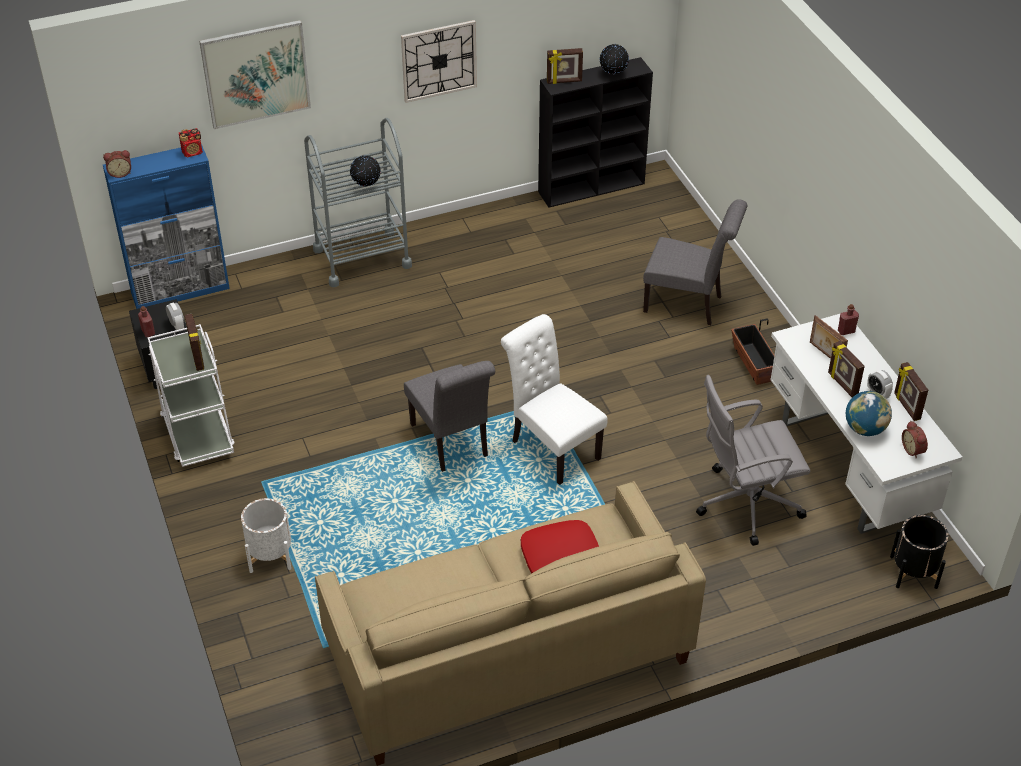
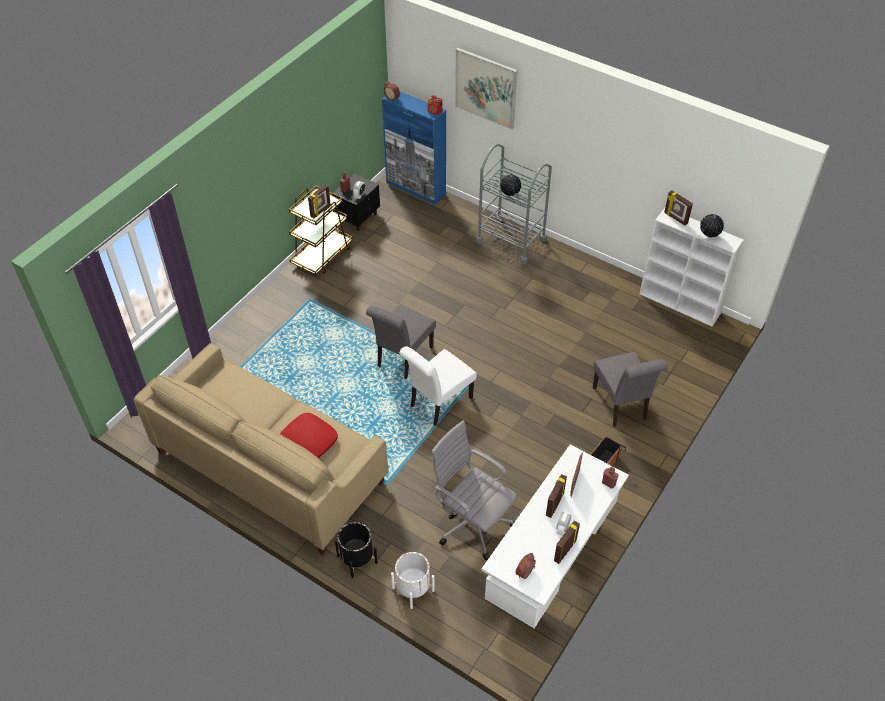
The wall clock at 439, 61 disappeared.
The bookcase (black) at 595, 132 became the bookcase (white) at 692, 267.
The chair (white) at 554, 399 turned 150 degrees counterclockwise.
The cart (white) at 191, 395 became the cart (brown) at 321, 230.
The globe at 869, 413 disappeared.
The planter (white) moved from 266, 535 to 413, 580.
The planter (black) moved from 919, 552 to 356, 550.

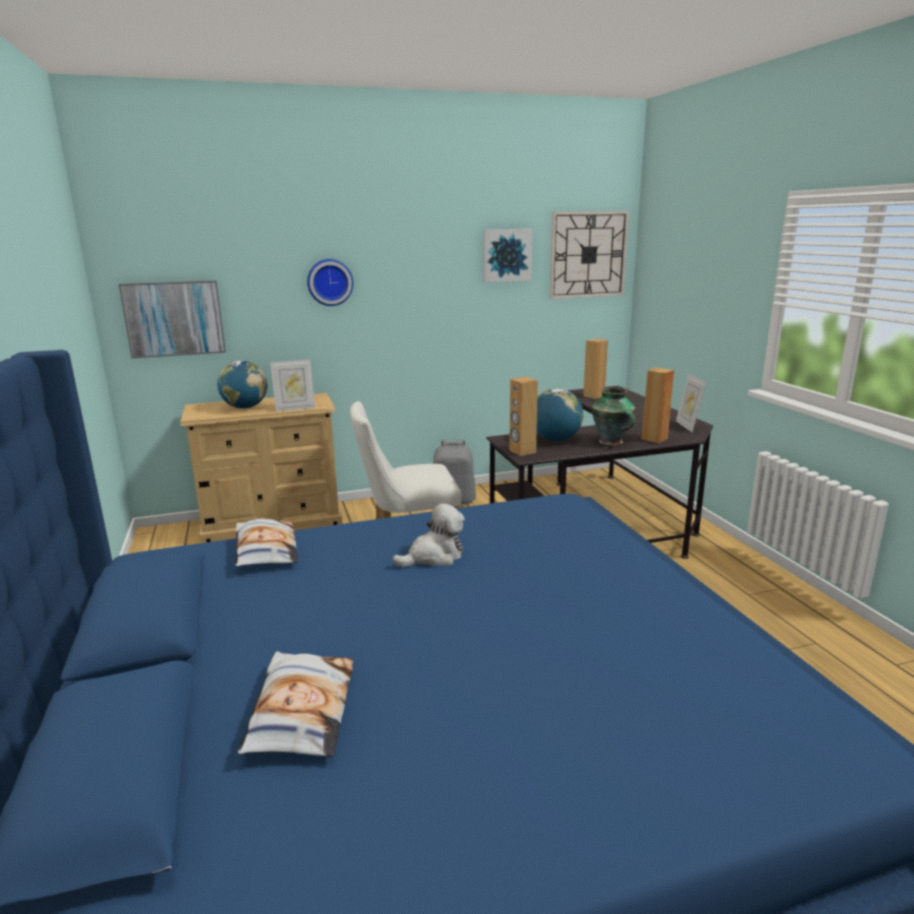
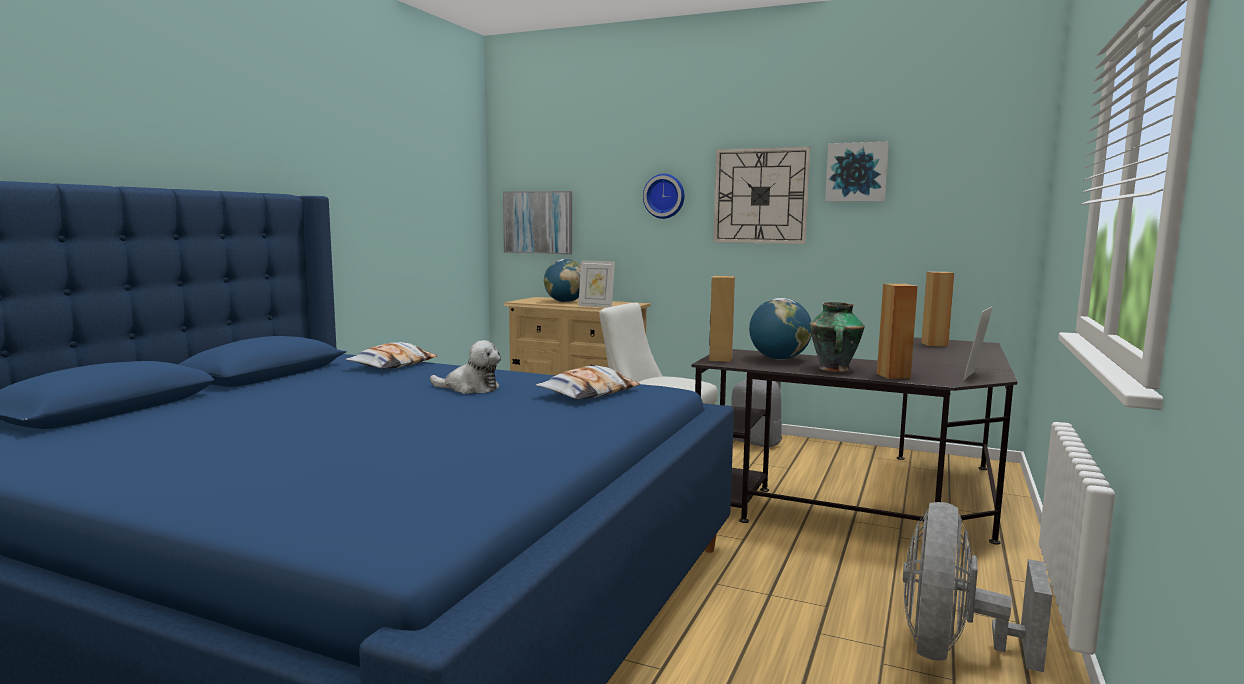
The wall clock moved from 589, 255 to 761, 195.
The pillow moved from 295, 704 to 588, 383.
The fan (grey) at 977, 587 appeared.

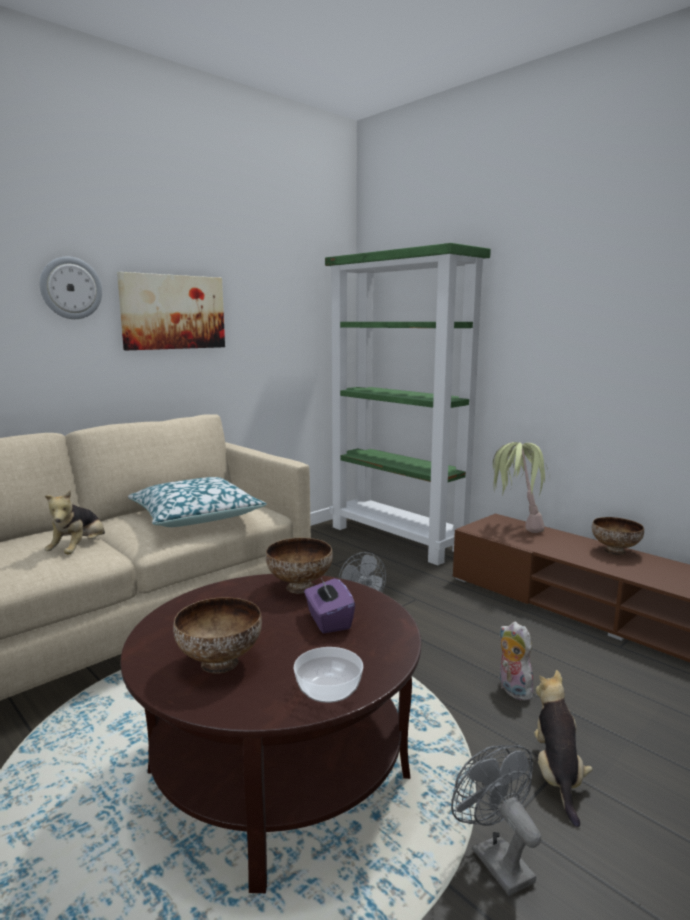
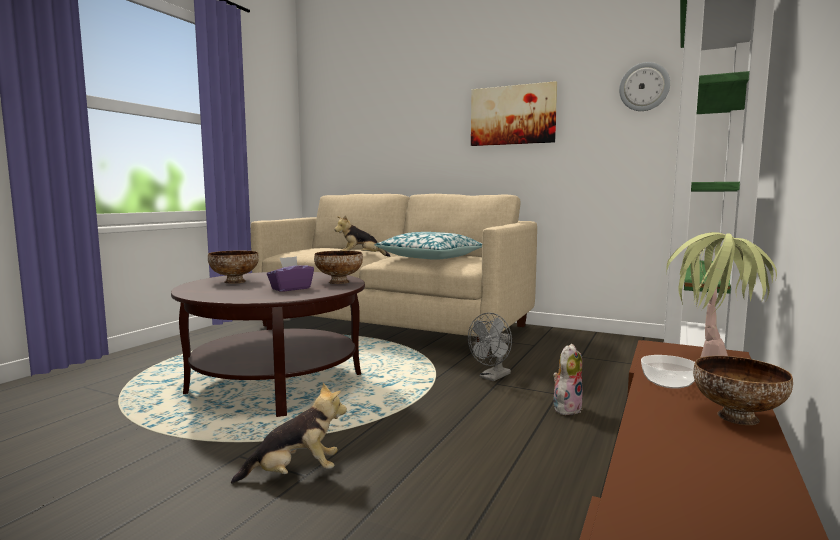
The wall clock moved from 71, 288 to 644, 86.
The plush toy moved from 516, 660 to 568, 379.
The bowl moved from 328, 675 to 668, 372.
The fan (grey) at 496, 820 disappeared.

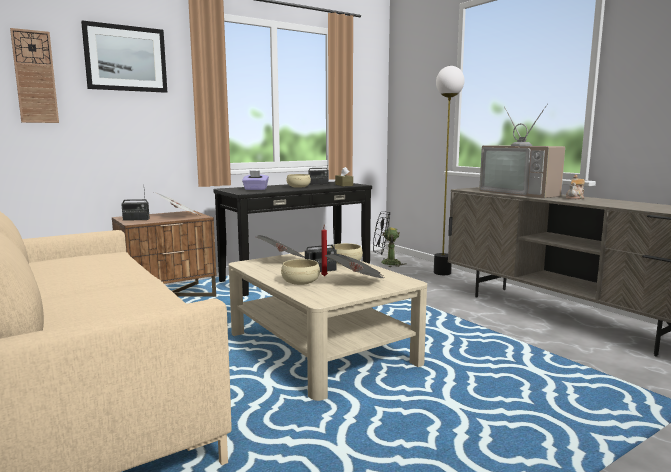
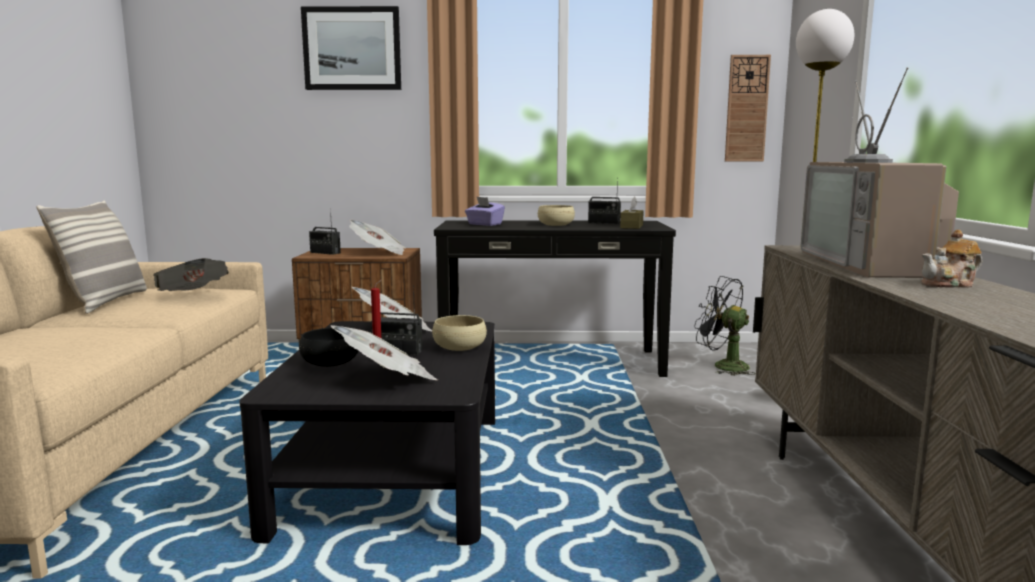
The wall clock moved from 34, 75 to 748, 108.
The coffee table (beige) at 327, 326 became the coffee table (black) at 367, 433.
The bowl (beige) at 300, 272 became the bowl (black) at 328, 347.
The pillow at 92, 257 appeared.
The newspaper at 191, 274 appeared.

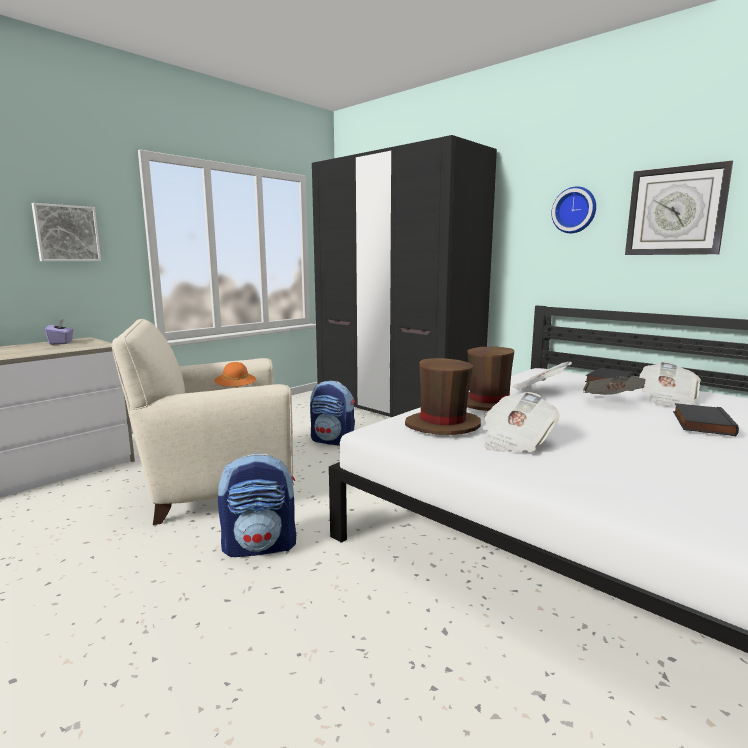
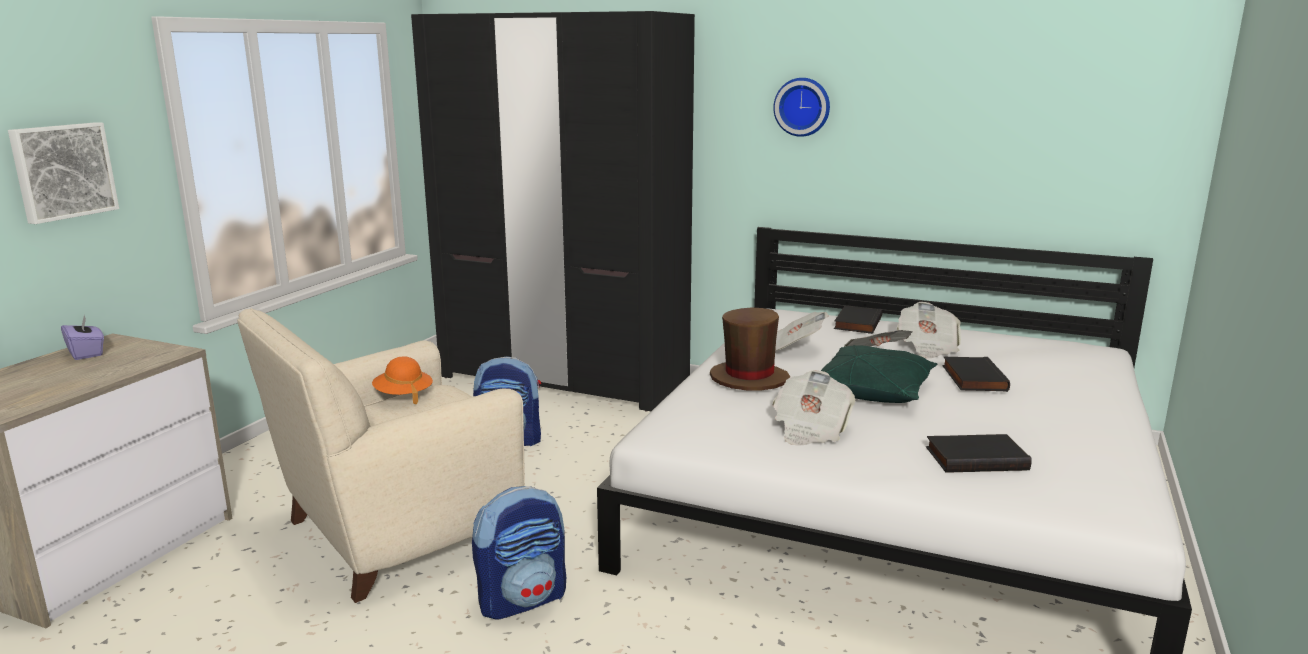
The wall clock at 679, 208 disappeared.
The hat (brown) at 443, 396 disappeared.
The pillow (green) at 879, 374 appeared.
The book (black) at 978, 453 appeared.

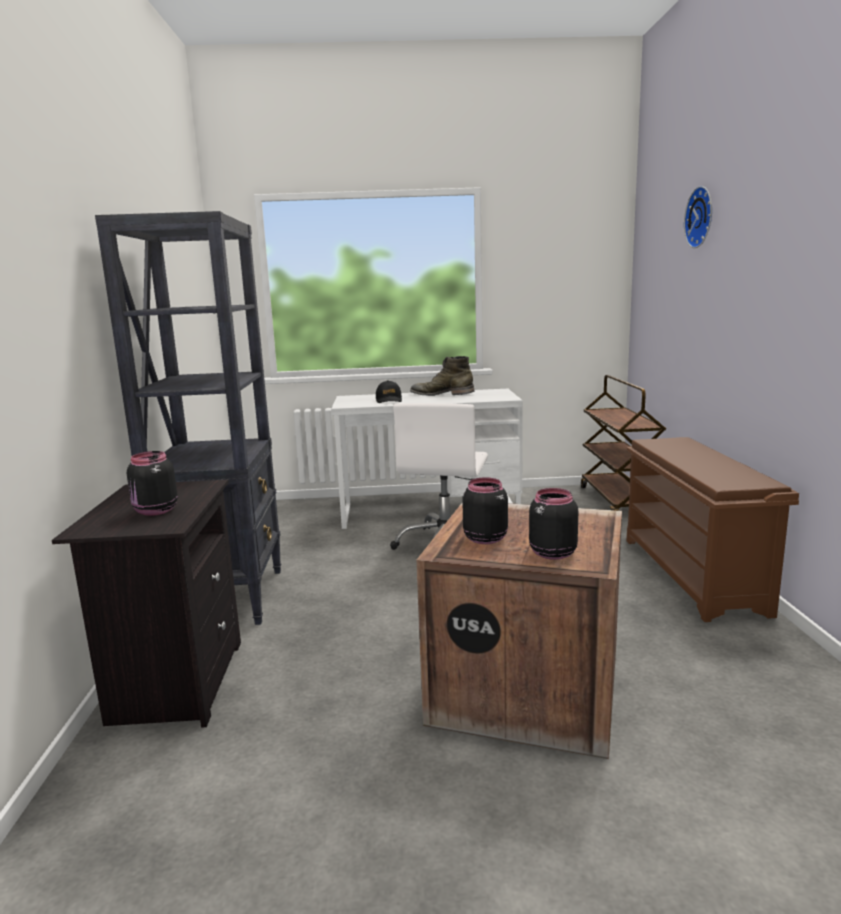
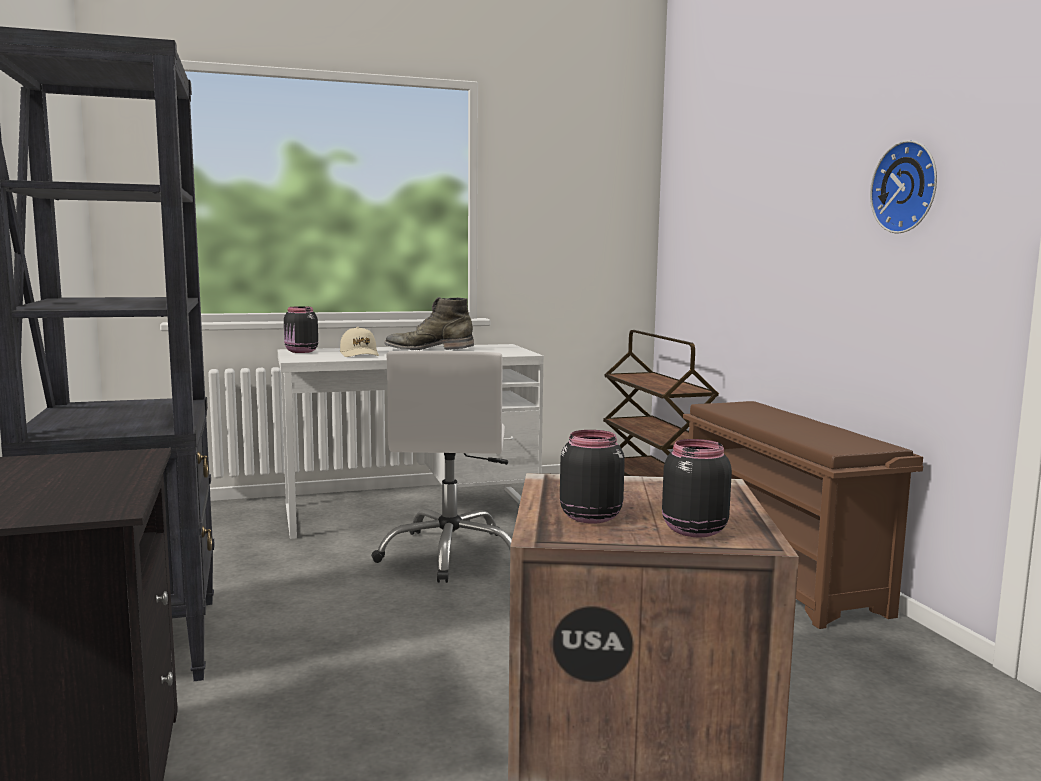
The wall clock moved from 698, 217 to 903, 186.
The cap (black) at 389, 391 became the cap (beige) at 359, 342.
The jar (black) moved from 152, 483 to 301, 329.

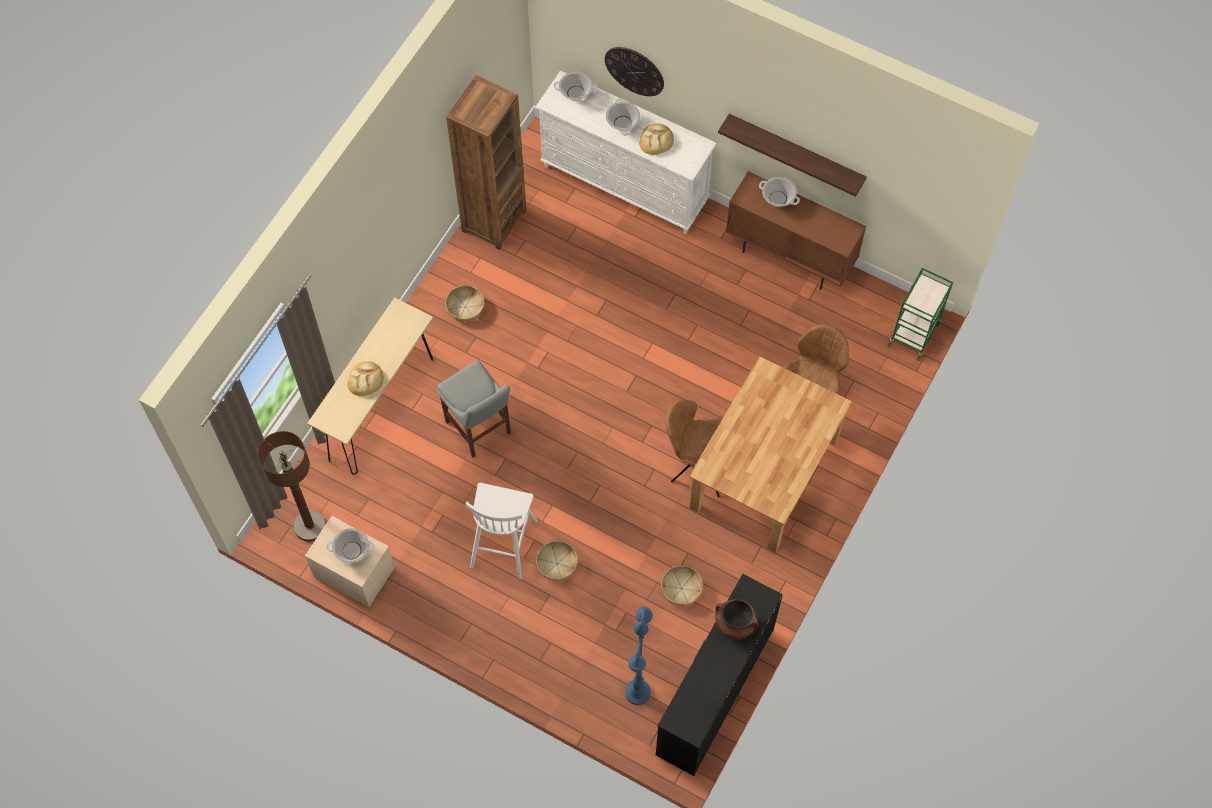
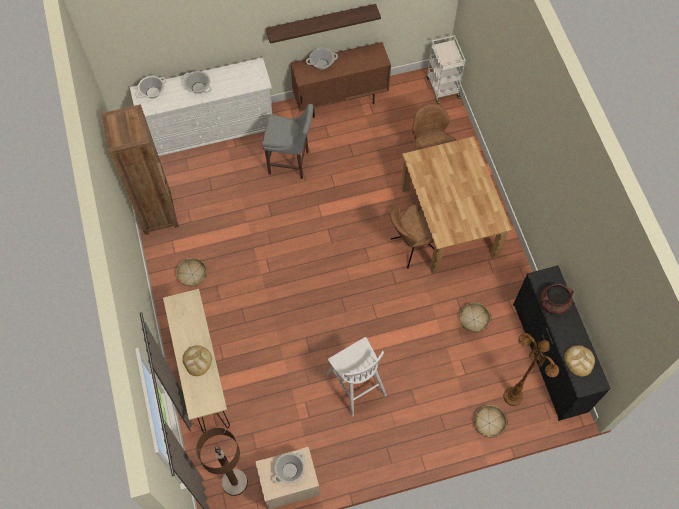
The wall clock at 634, 71 disappeared.
The bread moved from 656, 139 to 579, 361.
The cart (green) at 920, 314 became the cart (white) at 446, 69.
The stool (grey) moved from 474, 409 to 287, 141.
The basket moved from 557, 561 to 490, 421.
The floor lamp (blue) at 639, 656 became the floor lamp (brown) at 531, 369.

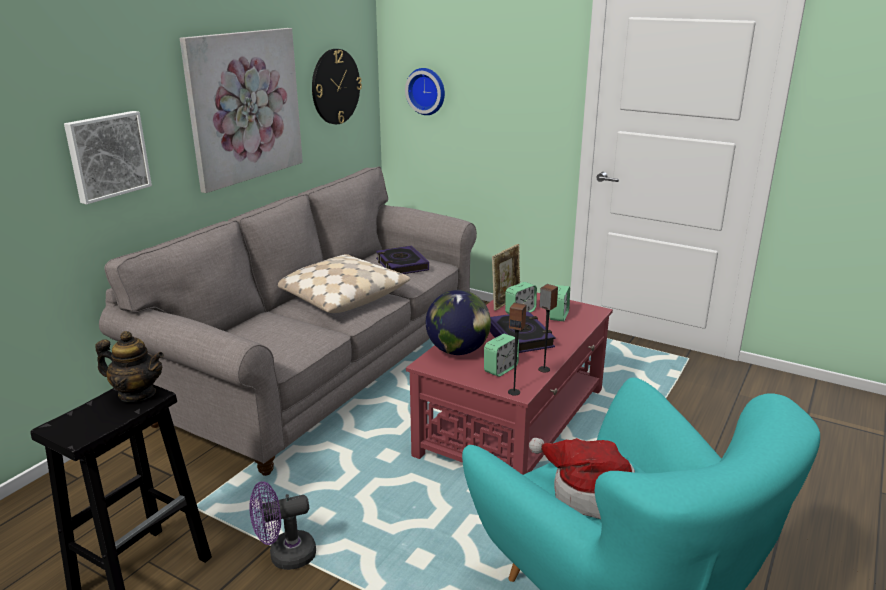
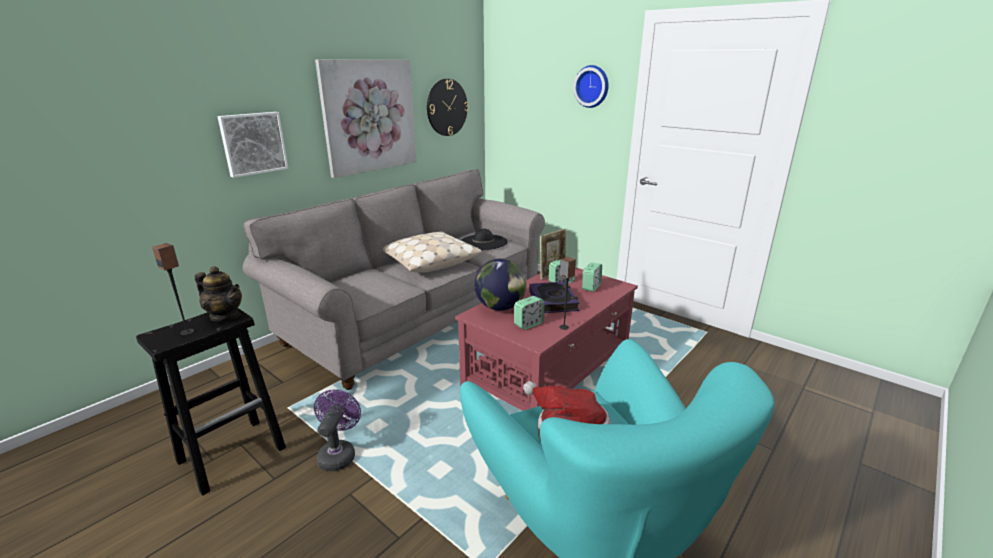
The wall clock moved from 425, 91 to 591, 86.
The book at 402, 260 was replaced by the hat (black) at 484, 239.
The speaker moved from 517, 349 to 173, 289.
The fan (purple) at 282, 525 turned 105 degrees clockwise.

